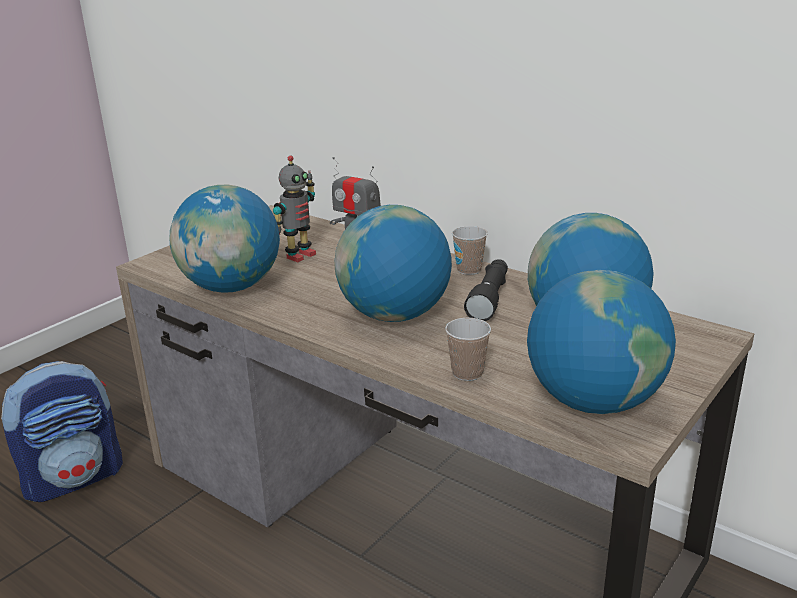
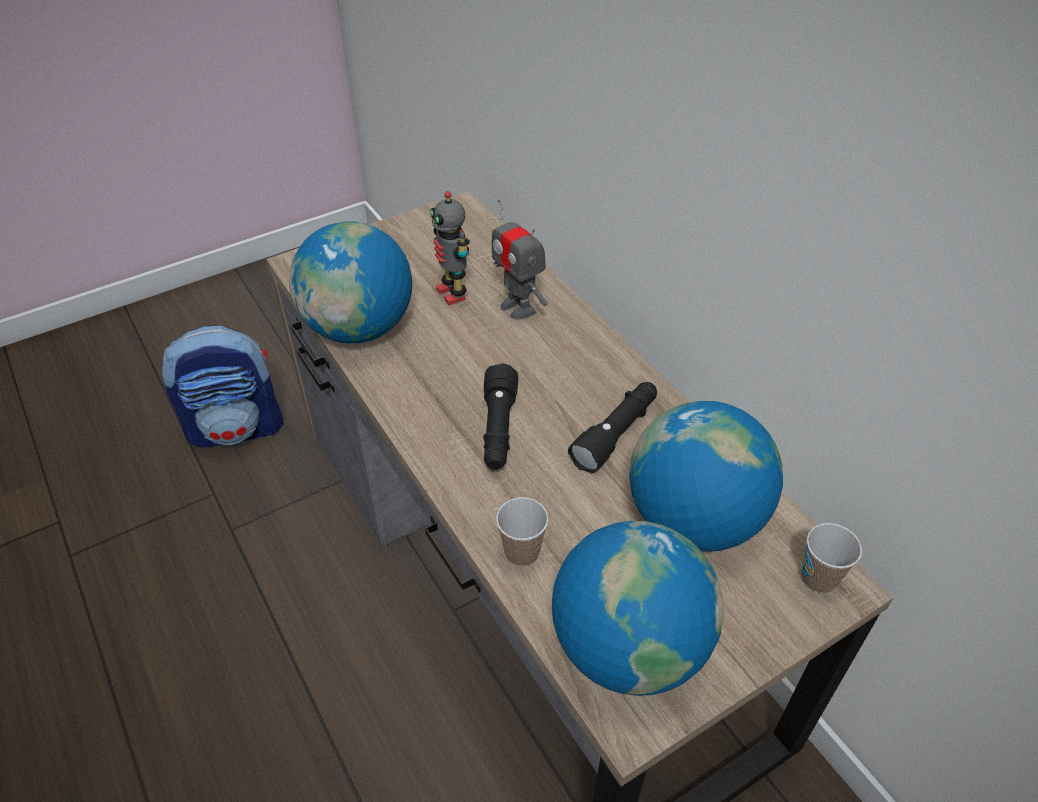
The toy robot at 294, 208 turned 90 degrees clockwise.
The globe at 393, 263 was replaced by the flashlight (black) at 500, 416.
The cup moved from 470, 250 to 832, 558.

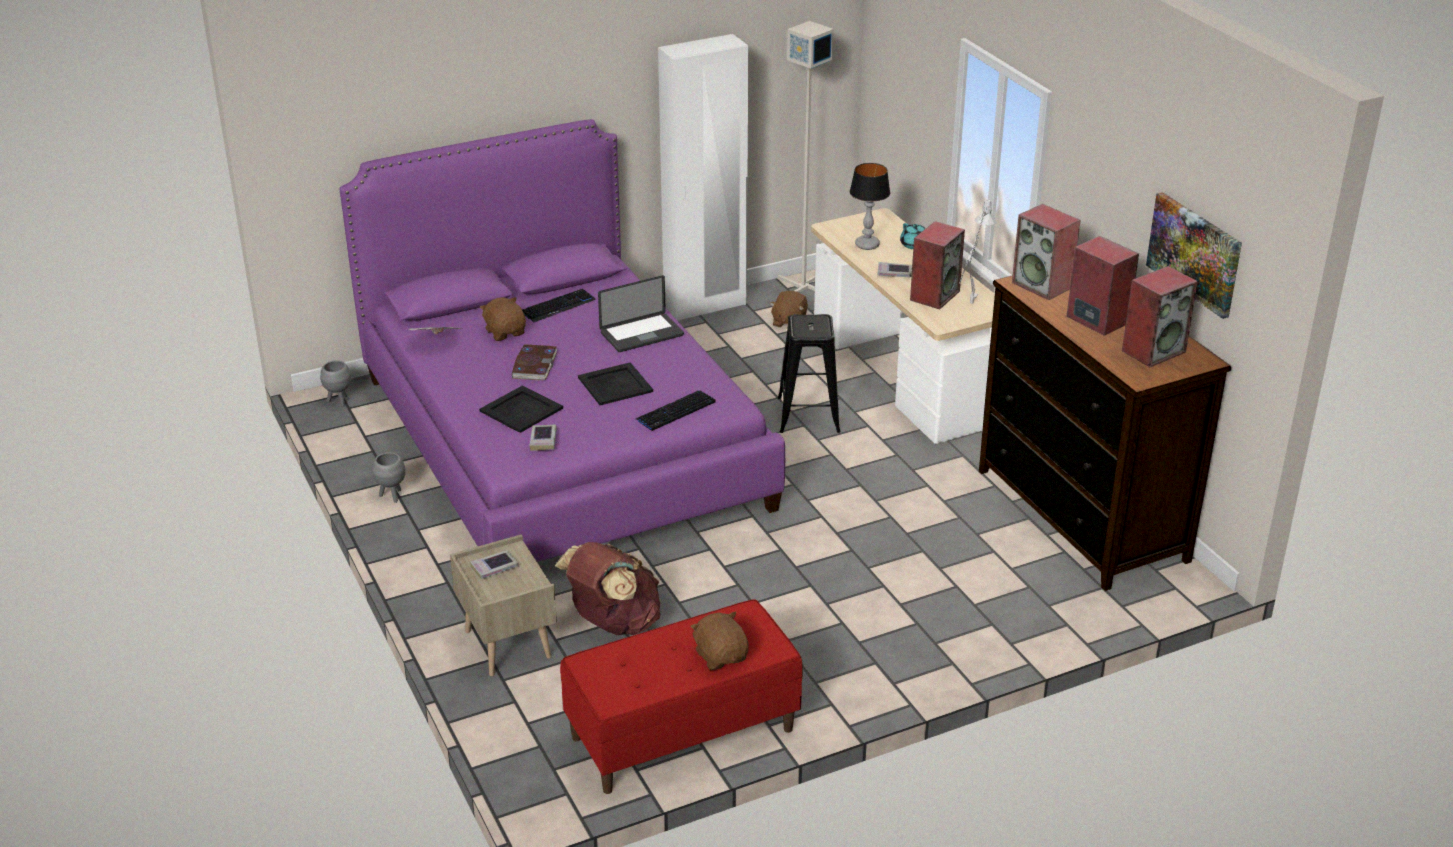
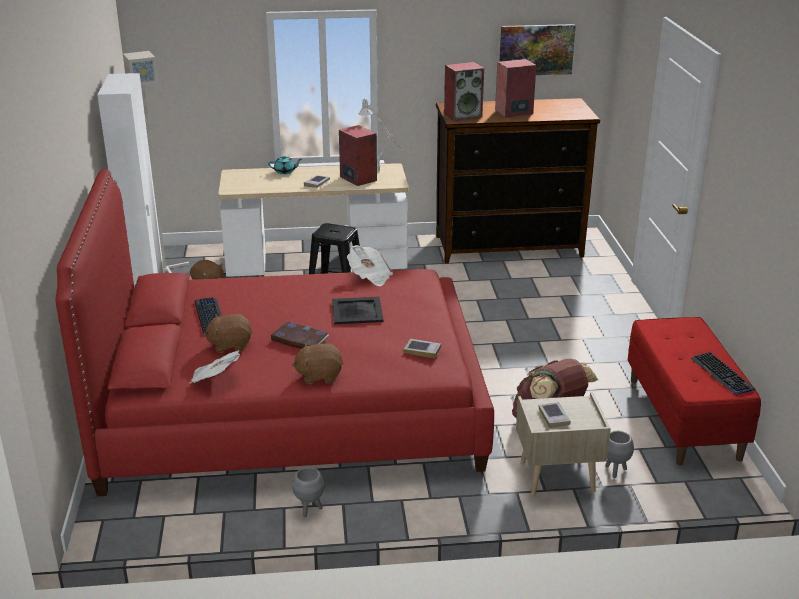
The bed (purple) at 562, 340 became the bed (red) at 274, 332.
The table lamp at 870, 206 disappeared.
The speaker at 1160, 316 disappeared.
The laptop at 641, 313 disappeared.
The planter (grey) moved from 335, 383 to 619, 454.
The tray (black) at 521, 409 disappeared.
The keyboard moved from 676, 411 to 722, 373.
The plush toy (brown) moved from 719, 641 to 317, 363.
The newspaper at 370, 265 appeared.

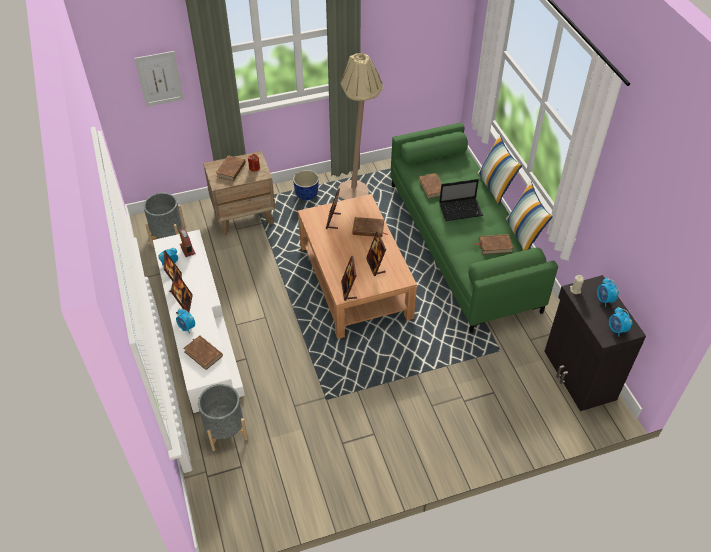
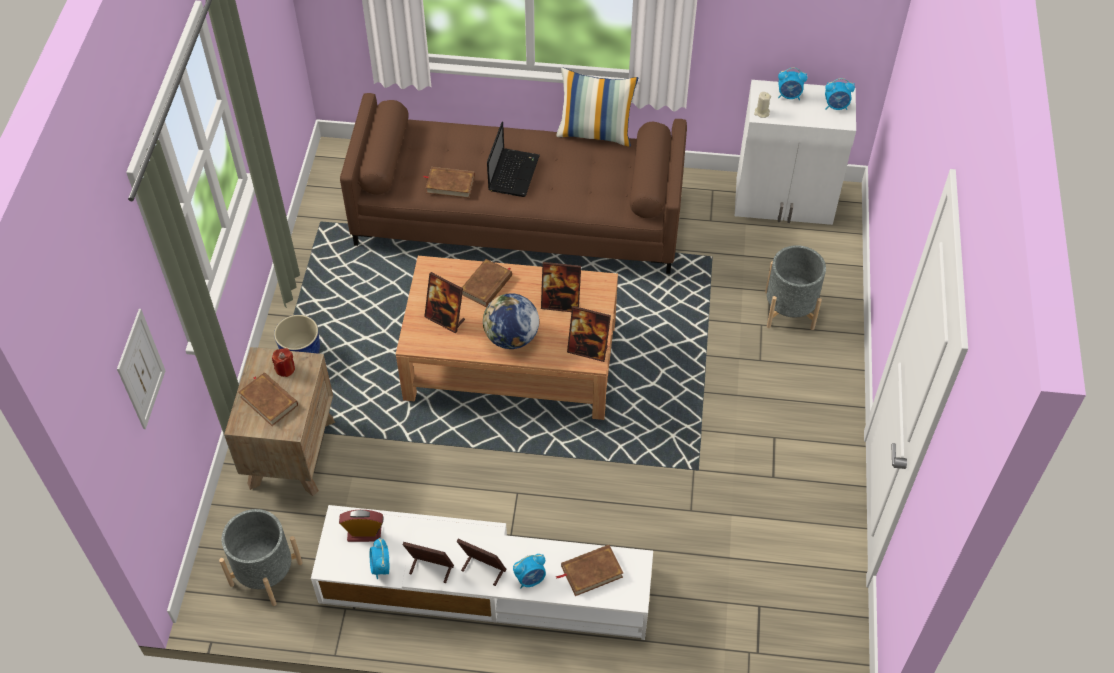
The floor lamp (beige) at 360, 126 disappeared.
The sofa (green) at 474, 227 became the sofa (brown) at 513, 183.
The pillow at 500, 169 disappeared.
The book (brown) at 493, 244 disappeared.
The cabinet (black) at 595, 343 became the cabinet (white) at 795, 152.
The planter (grey) moved from 223, 417 to 795, 287.
The globe at 511, 321 appeared.

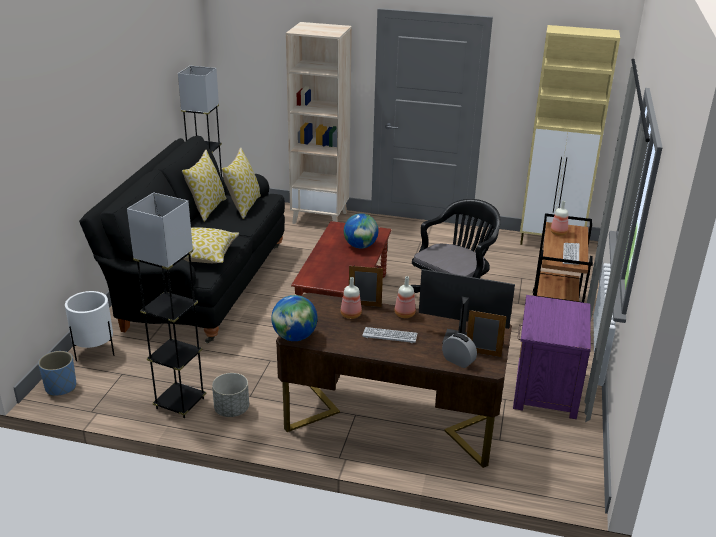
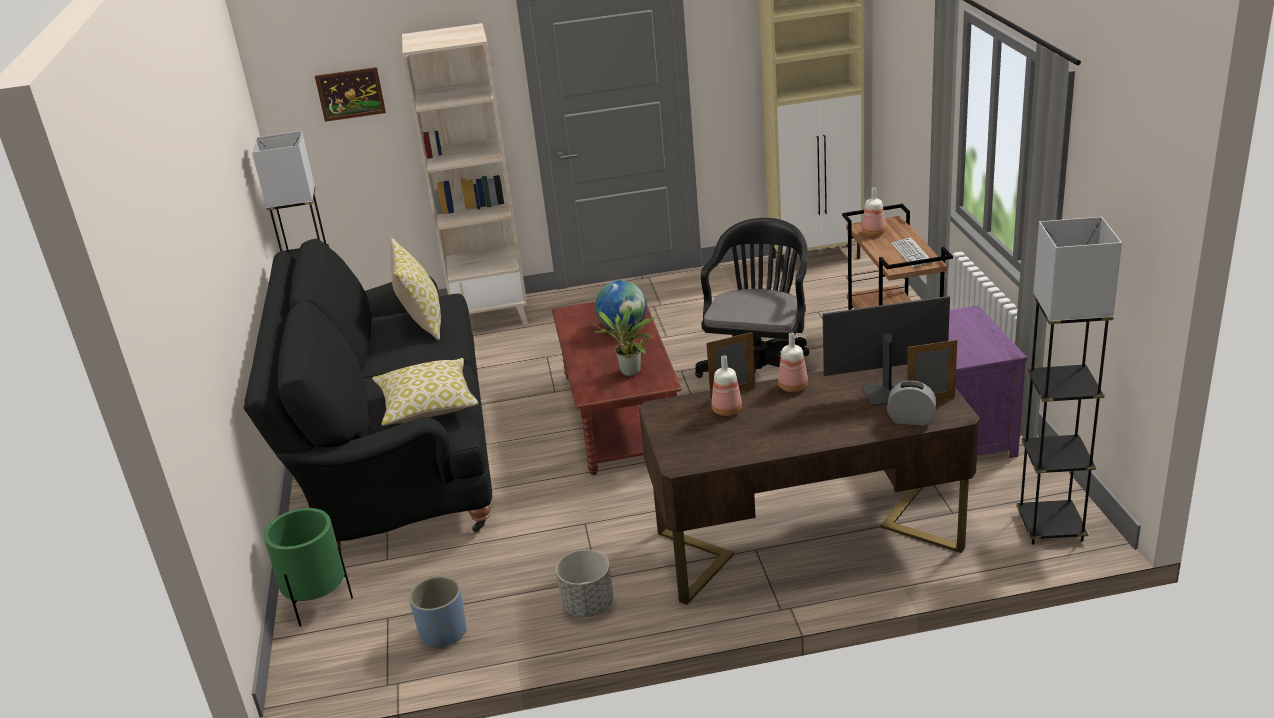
The pillow at 204, 186 disappeared.
The floor lamp (grey) moved from 166, 305 to 1069, 381.
The planter (white) at 89, 326 became the planter (green) at 308, 567.
The globe at 294, 318 disappeared.
The keyboard at 390, 335 disappeared.
The planter (blue) moved from 57, 373 to 437, 612.
The picture at 350, 94 appeared.
The potted plant at 622, 340 appeared.

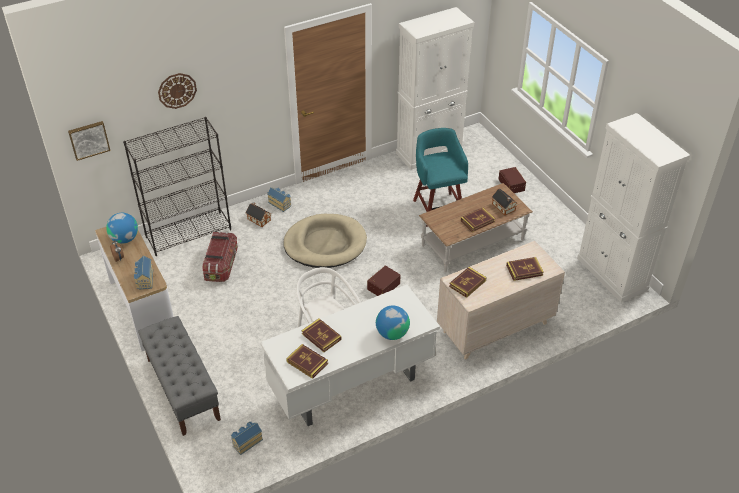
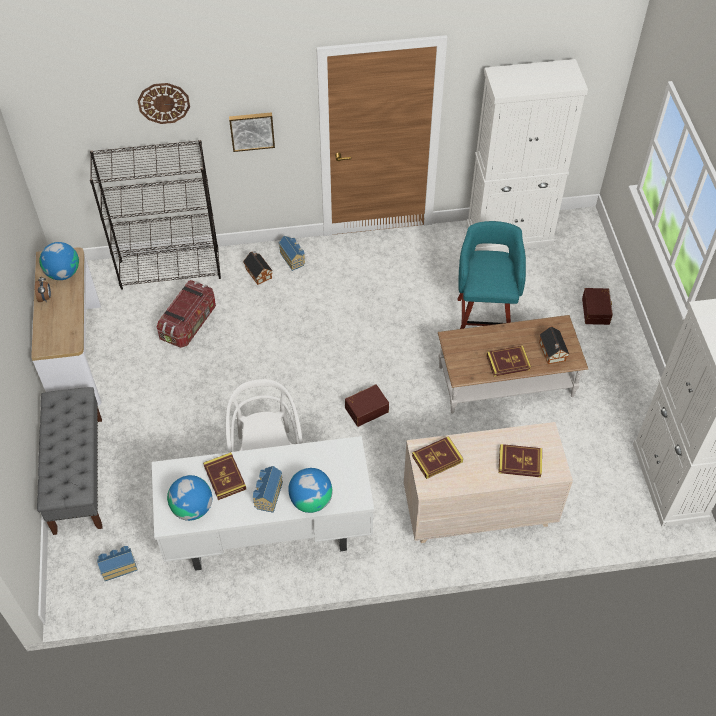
The picture moved from 89, 141 to 252, 132.
The dog bed (beige) at 325, 241 disappeared.
The toy house moved from 143, 273 to 267, 489.
The book at 307, 361 was replaced by the globe at 189, 498.

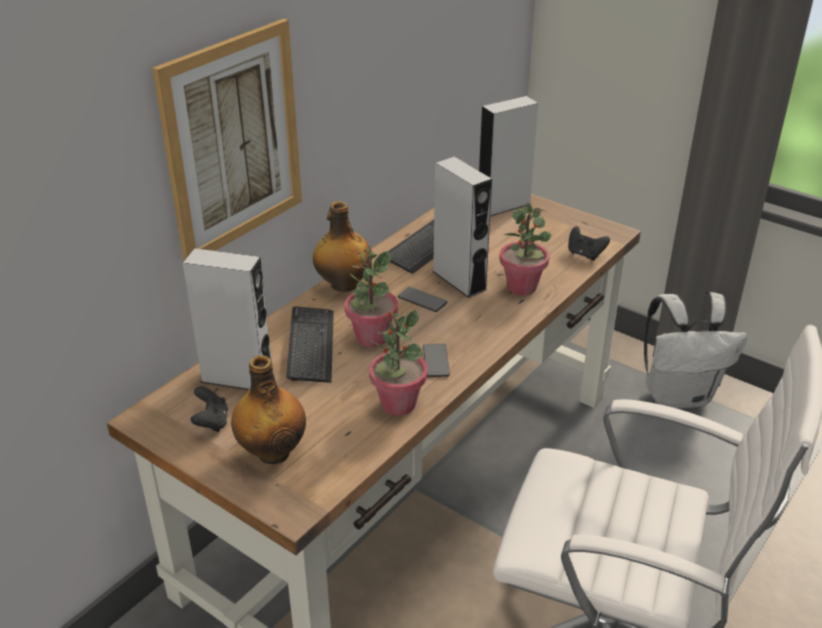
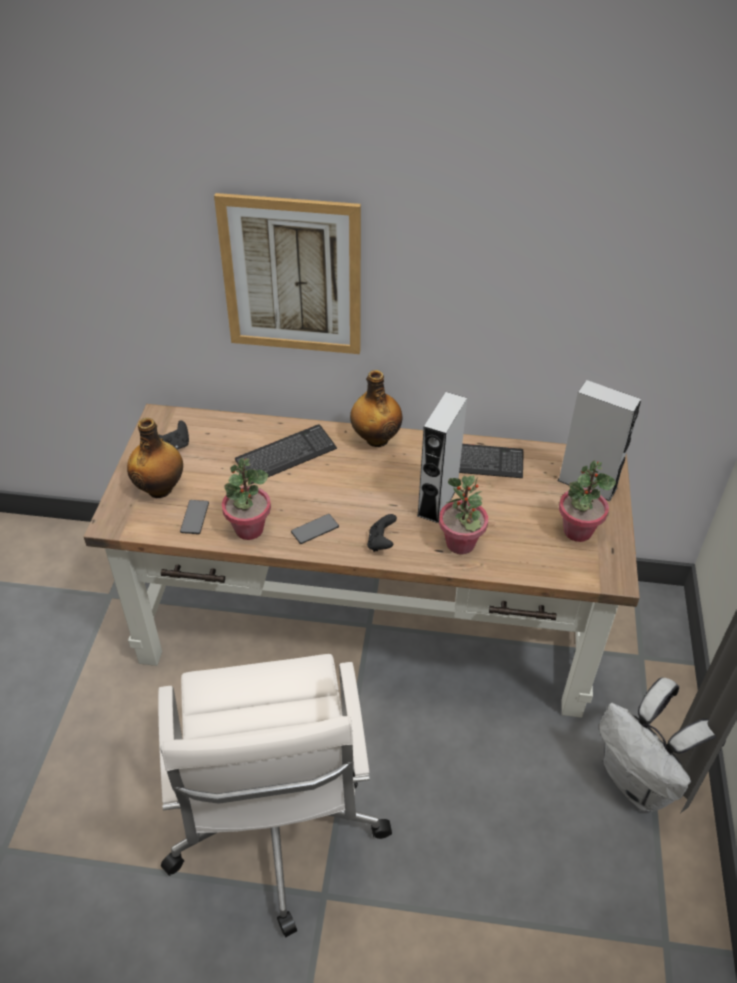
The game controller (black) moved from 589, 243 to 382, 533.
The speaker (grey) at 229, 319 disappeared.
The potted plant moved from 371, 297 to 587, 501.
The phone moved from 422, 299 to 194, 517.

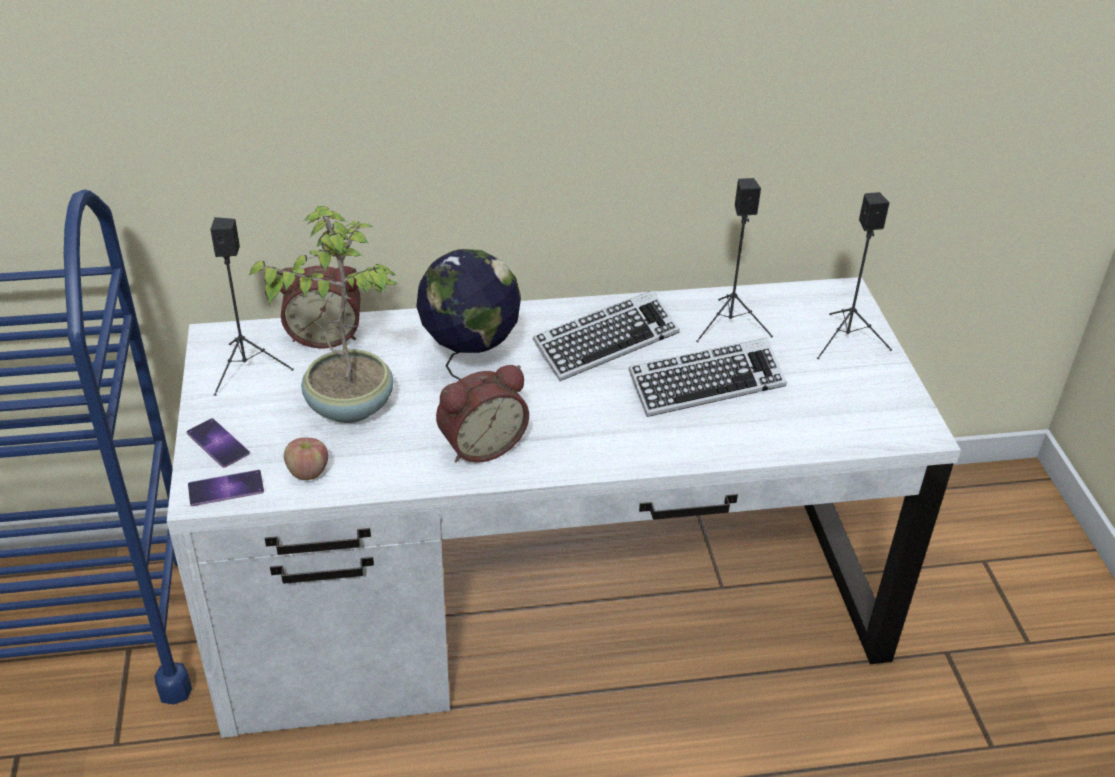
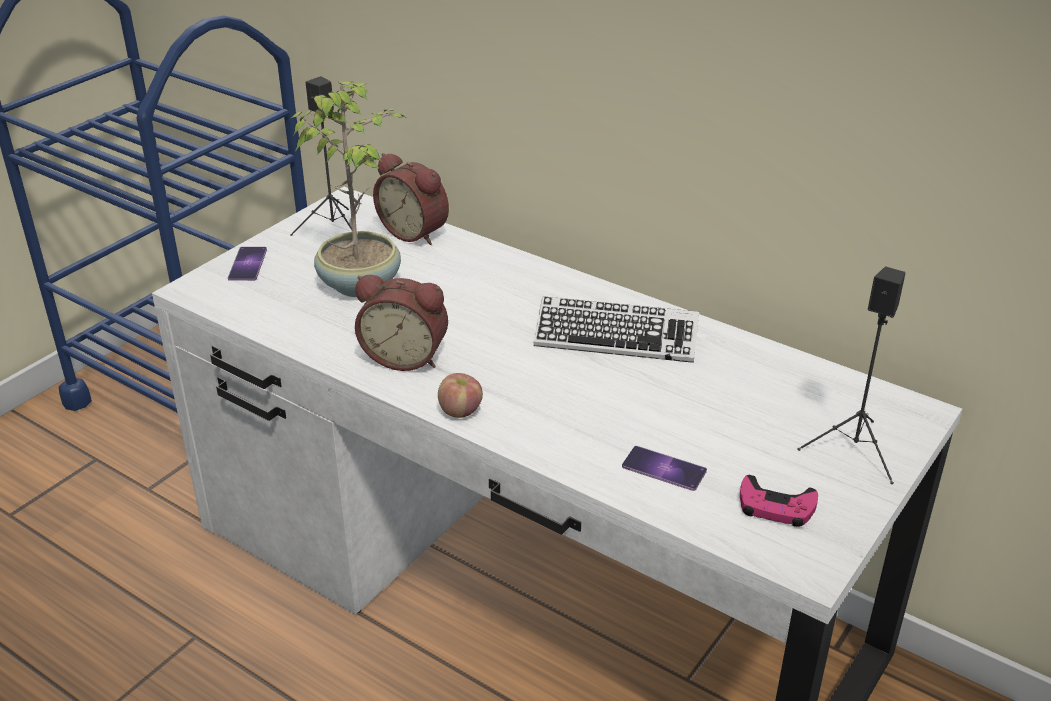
The speaker (black) at 734, 260 disappeared.
The globe at 468, 314 disappeared.
The keyboard at 708, 377 disappeared.
The apple moved from 306, 458 to 460, 395.
The phone moved from 226, 488 to 664, 468.
The game controller (pink) at 779, 501 appeared.

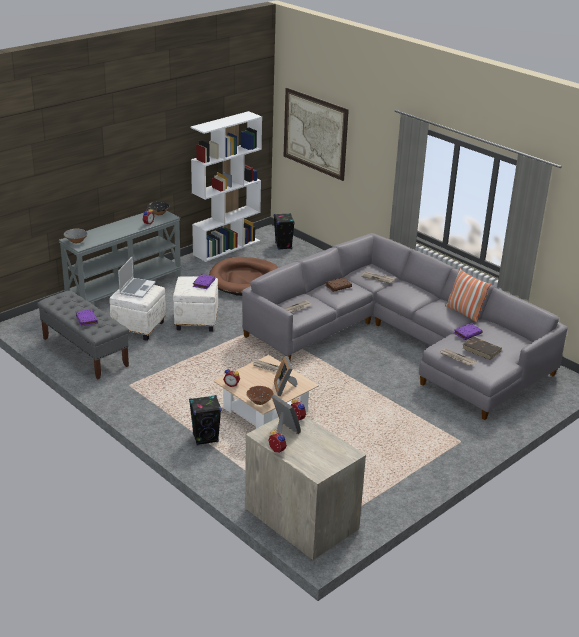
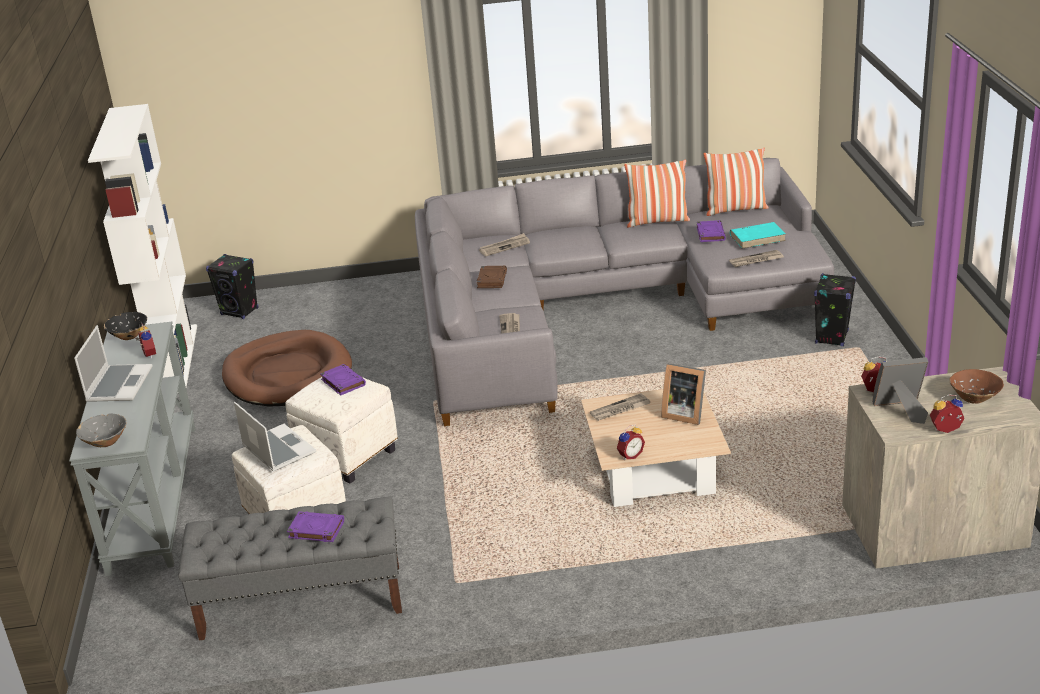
The picture at 316, 134 disappeared.
The book (brown) at 482, 348 became the book (turquoise) at 758, 235.
The bowl (brown) moved from 260, 395 to 977, 386.
The speaker (black) moved from 205, 420 to 835, 309.
The pillow at 736, 182 appeared.
The laptop at 113, 363 appeared.

